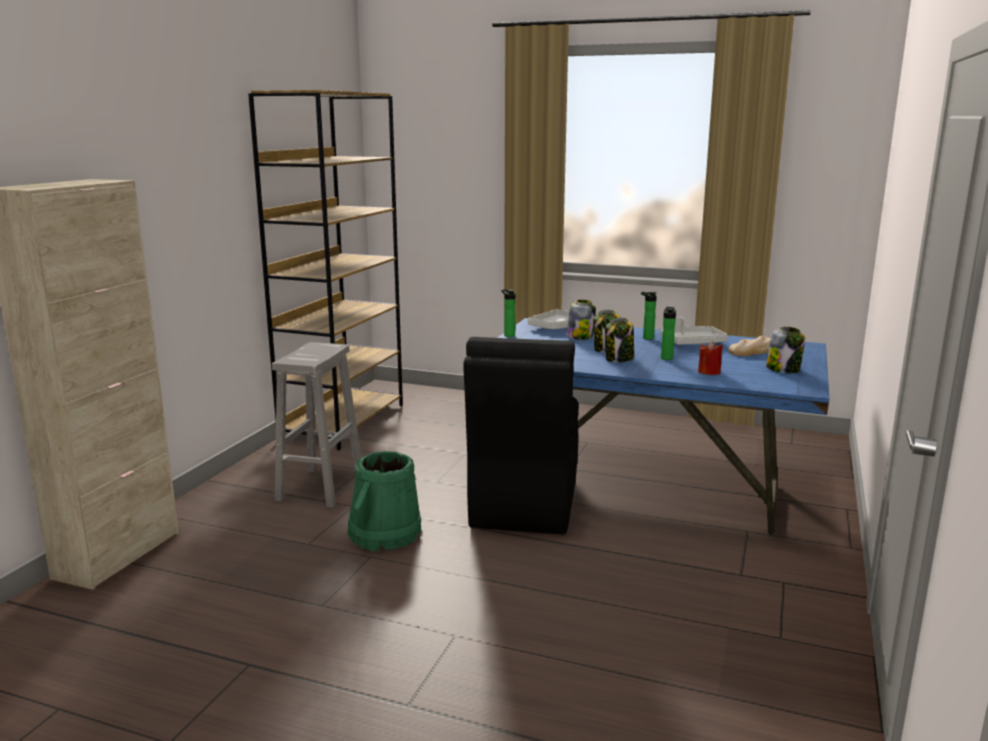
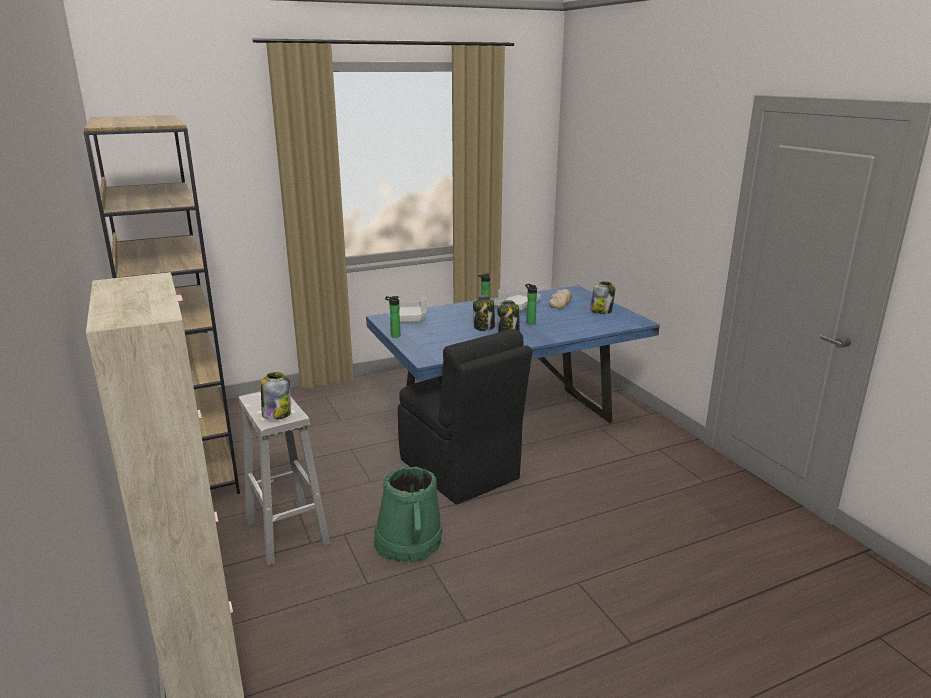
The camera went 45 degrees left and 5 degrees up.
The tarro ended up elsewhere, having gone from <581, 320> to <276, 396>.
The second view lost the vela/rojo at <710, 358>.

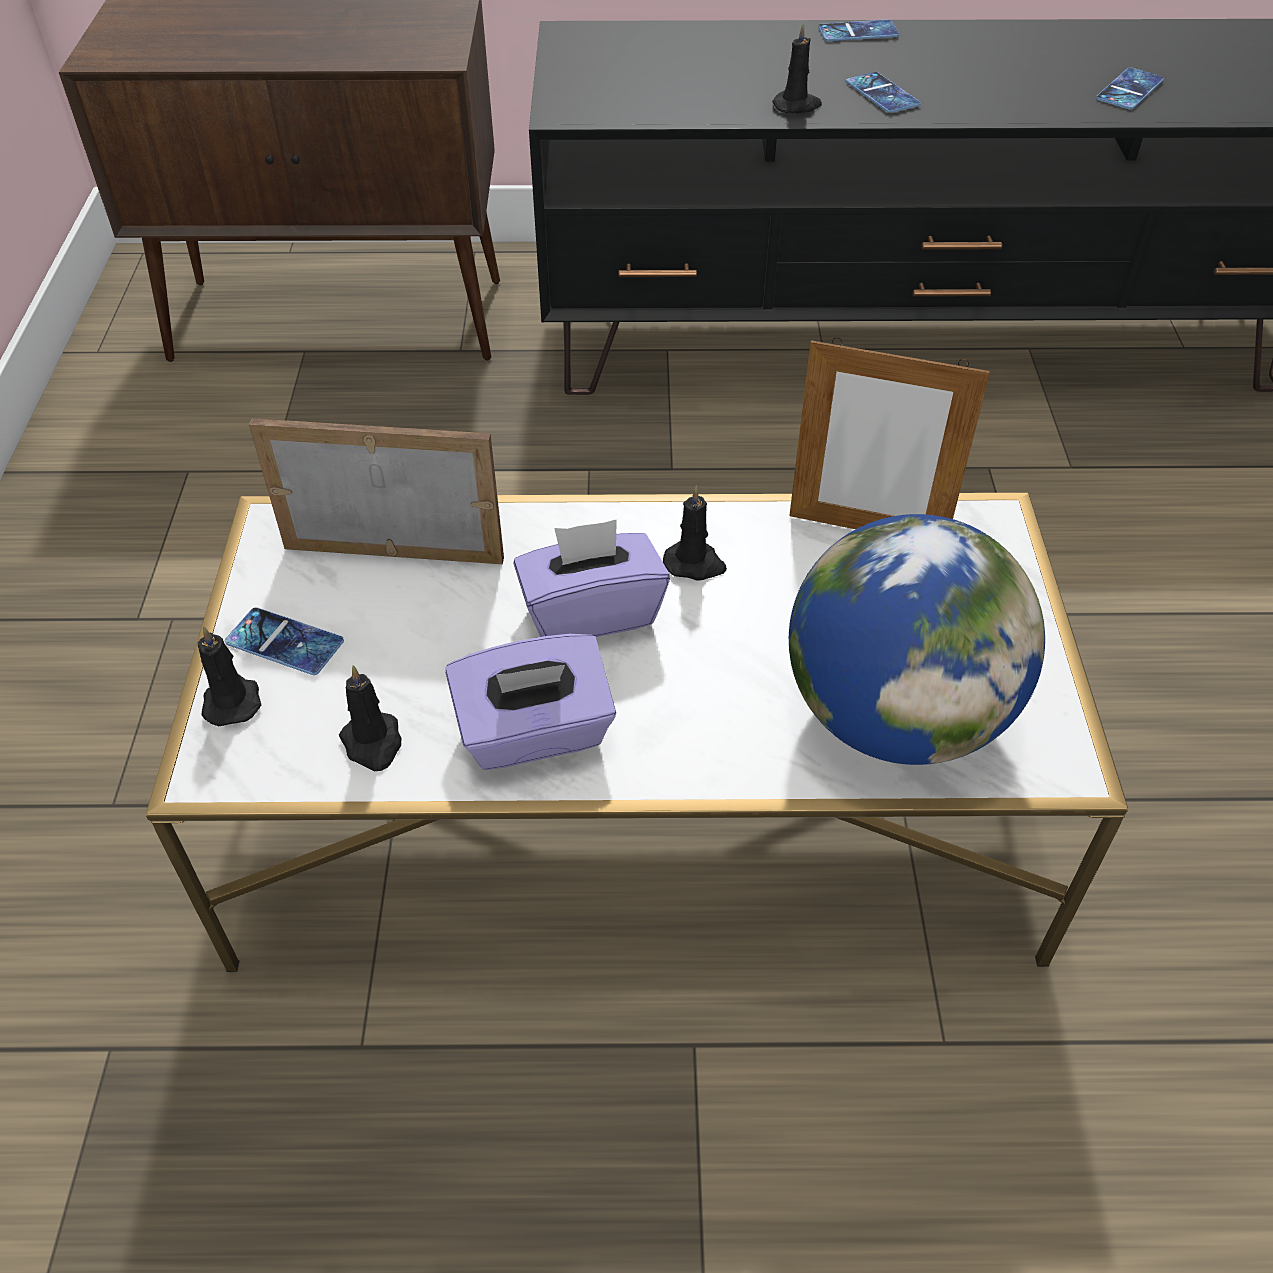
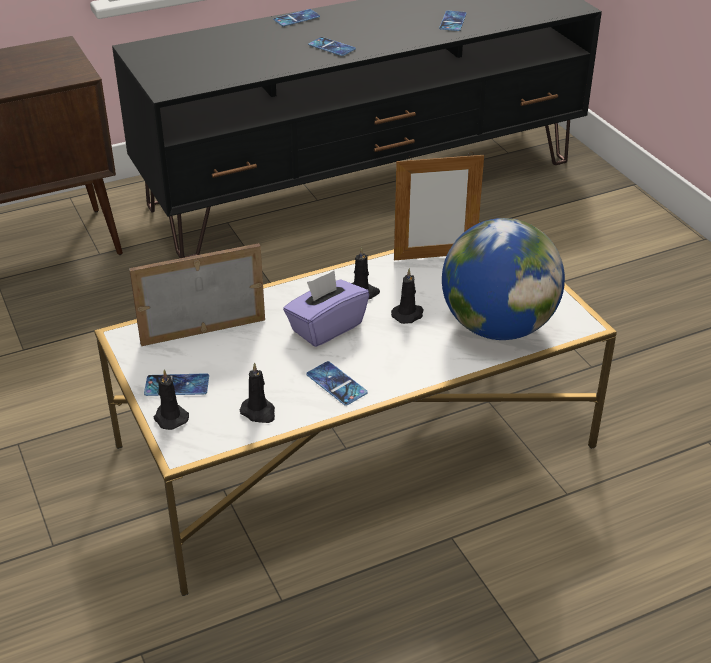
The camera went 25 degrees left and 10 degrees down.
Where the caja de pañuelos/morado stood at <531, 702>, the móvil came to stand at <337, 383>.
The vela/negro ended up elsewhere, having gone from <797, 68> to <407, 296>.

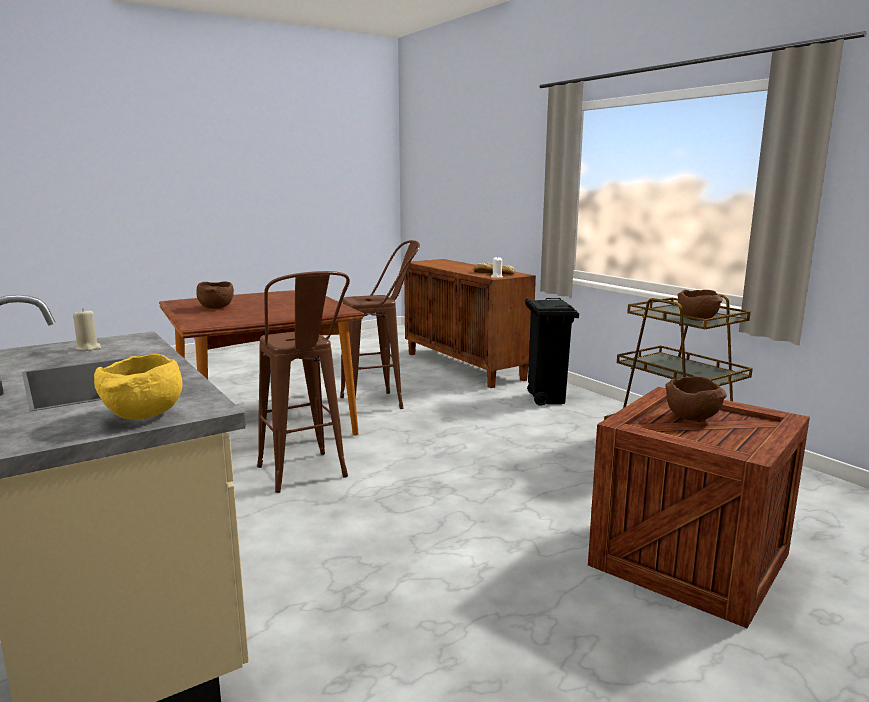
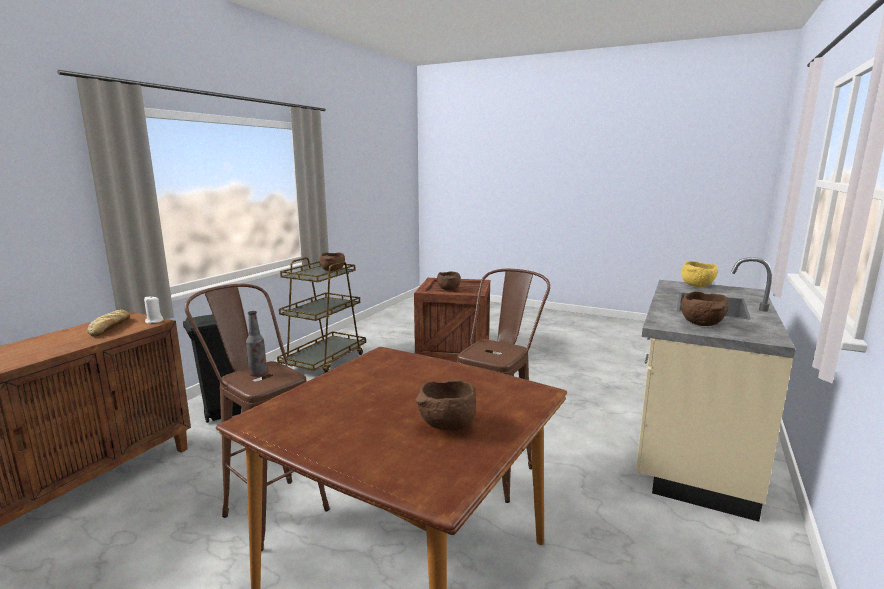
The camera went 120 degrees left and 0 degrees up.
The second view gained the botella at <256, 344>.
Where the vela/beis stood at <87, 329>, the cuenco/marrón came to stand at <704, 308>.

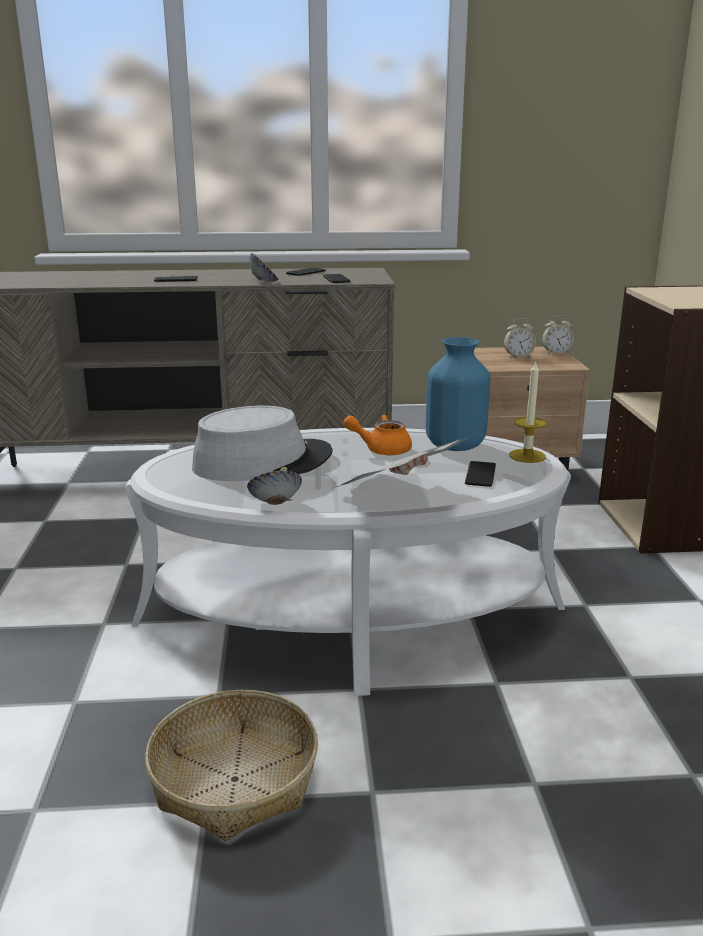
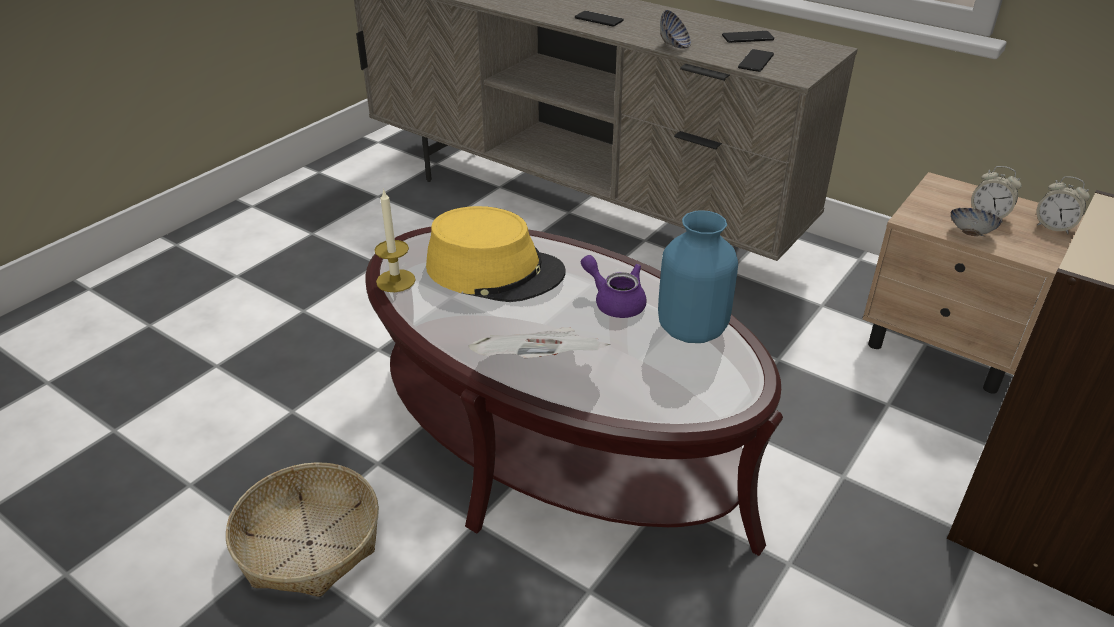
The camera went 40 degrees right and 15 degrees up.
What was the mesa de centro/blanco at <348, 562> turned into the mesa de centro/marrón at <574, 391>.
The vela ended up elsewhere, having gone from <527, 411> to <395, 240>.
What was the sombrero/gris at <262, 443> turned into the sombrero/amarillo at <496, 254>.
What was the tetera/naranja at <377, 435> turned into the tetera/morado at <614, 286>.
The cuenco ended up elsewhere, having gone from <274, 488> to <976, 222>.
The second view lost the móvil at <480, 474>.

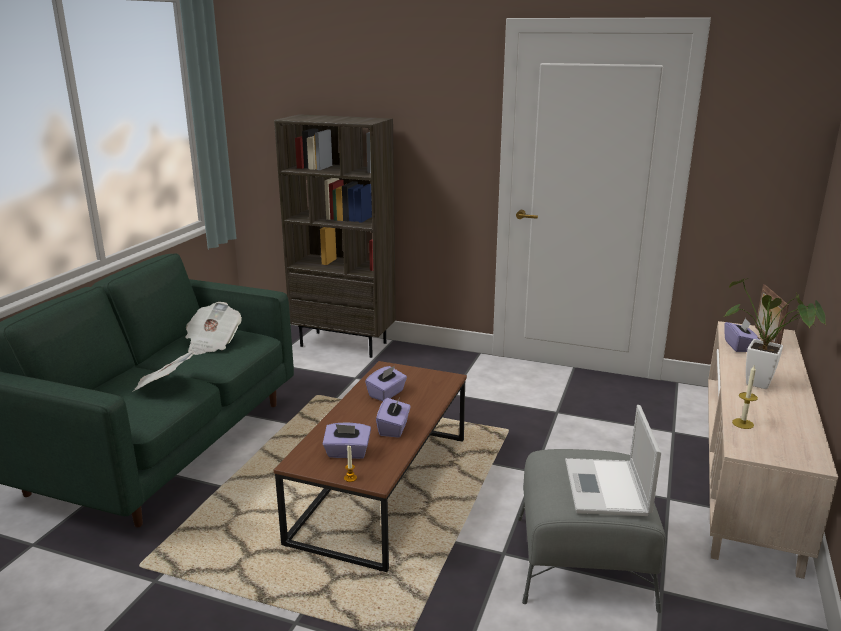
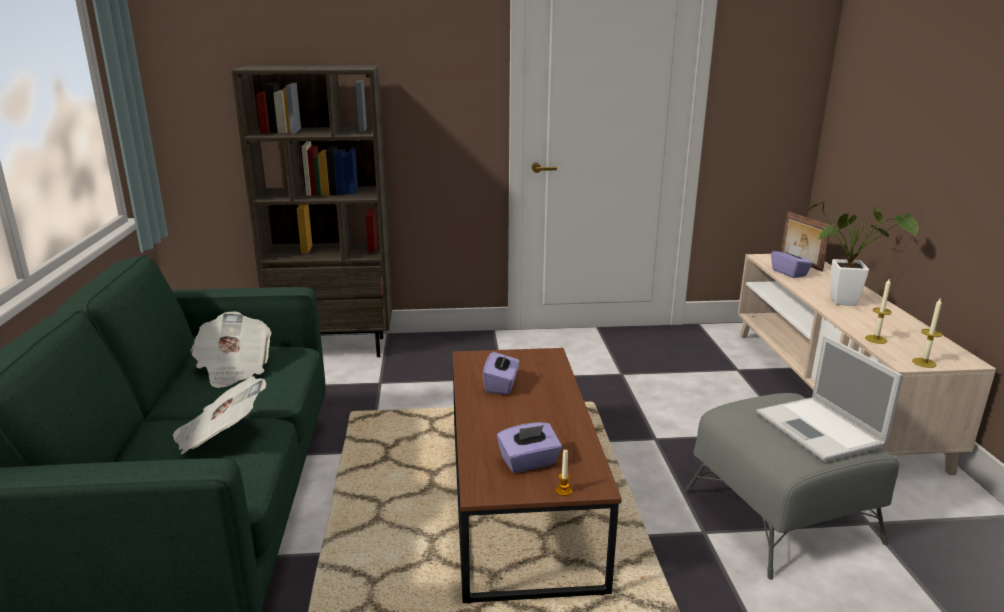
The camera went 25 degrees left and 0 degrees up.
The second view gained the vela at <927, 332>.
The second view lost the caja de pañuelos/morado at <393, 417>.

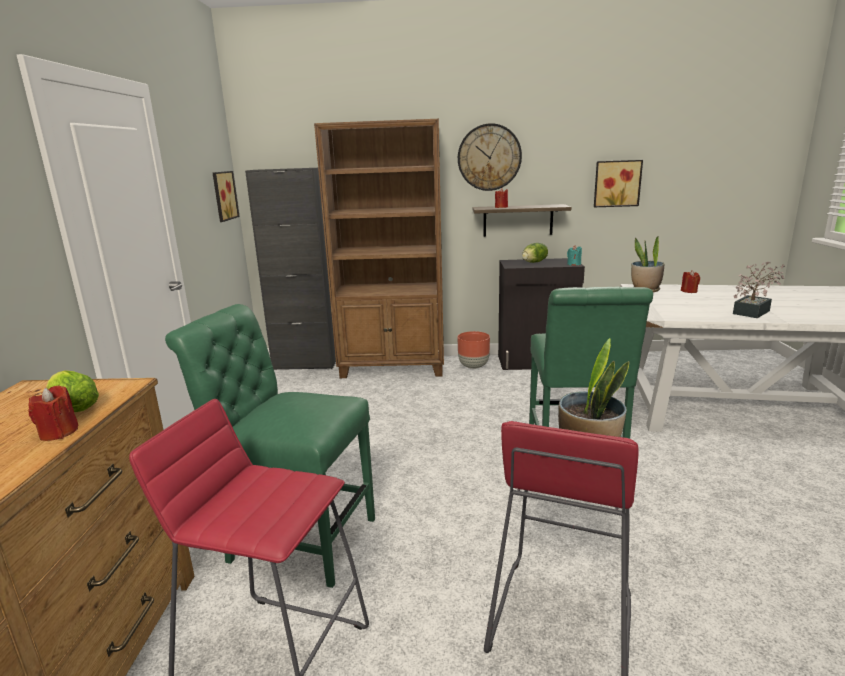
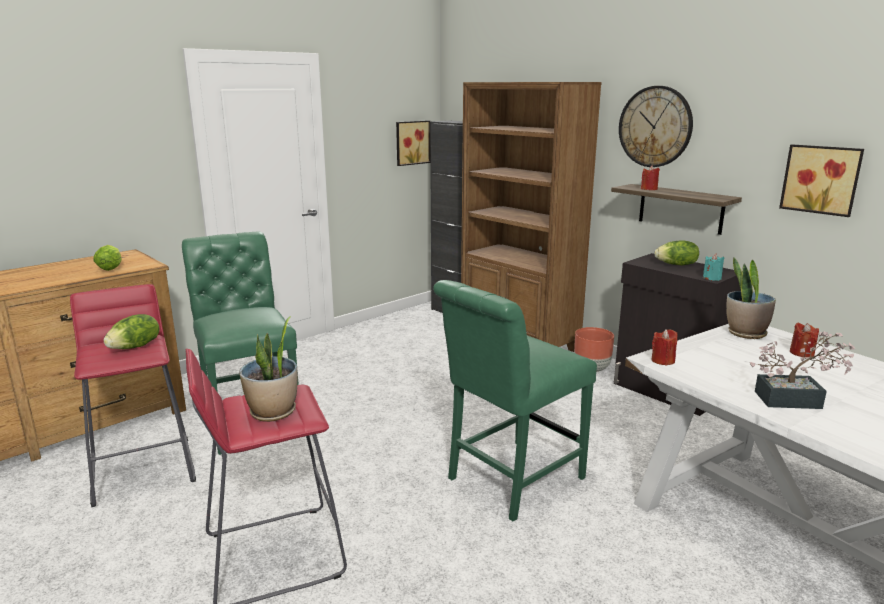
The camera went 45 degrees right and 0 degrees up.
The second view gained the lechuga at <131, 331>.
The vela/rojo ended up elsewhere, having gone from <53, 413> to <664, 347>.

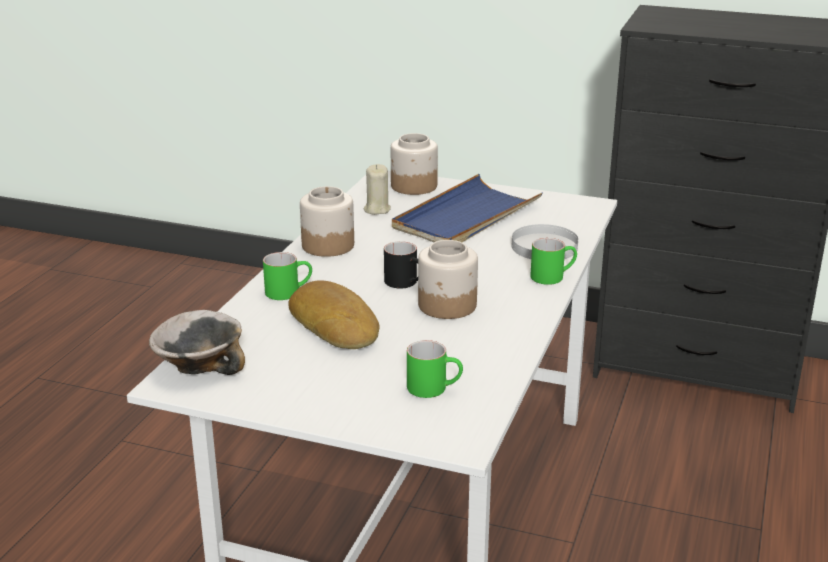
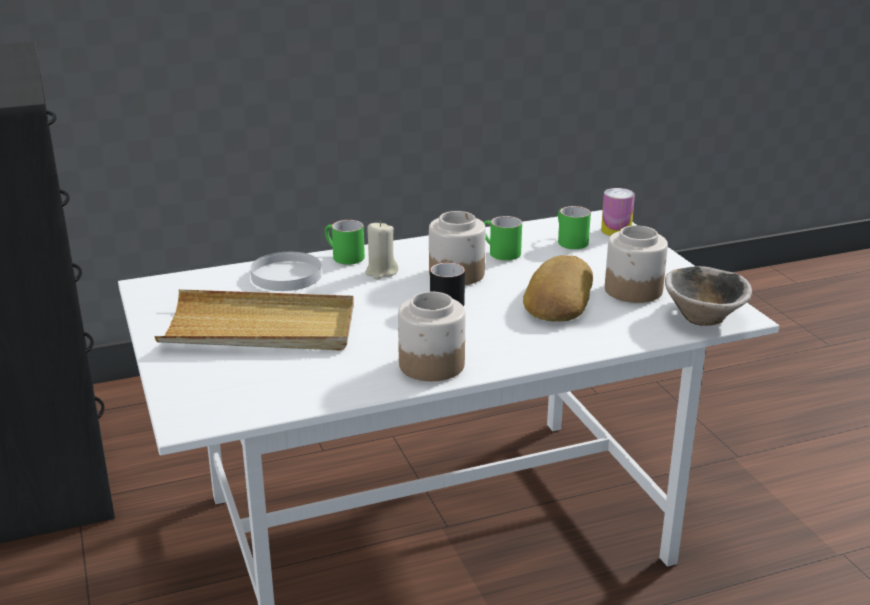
The camera went 130 degrees left and 0 degrees up.
What was the bandeja/azul at <467, 208> turned into the bandeja/beis at <254, 320>.
The vela/beis ended up elsewhere, having gone from <377, 189> to <381, 250>.
The taza grande/verde ended up elsewhere, having gone from <287, 276> to <502, 238>.
The second view gained the lata at <618, 212>.
The tarro ended up elsewhere, having gone from <414, 164> to <636, 264>.

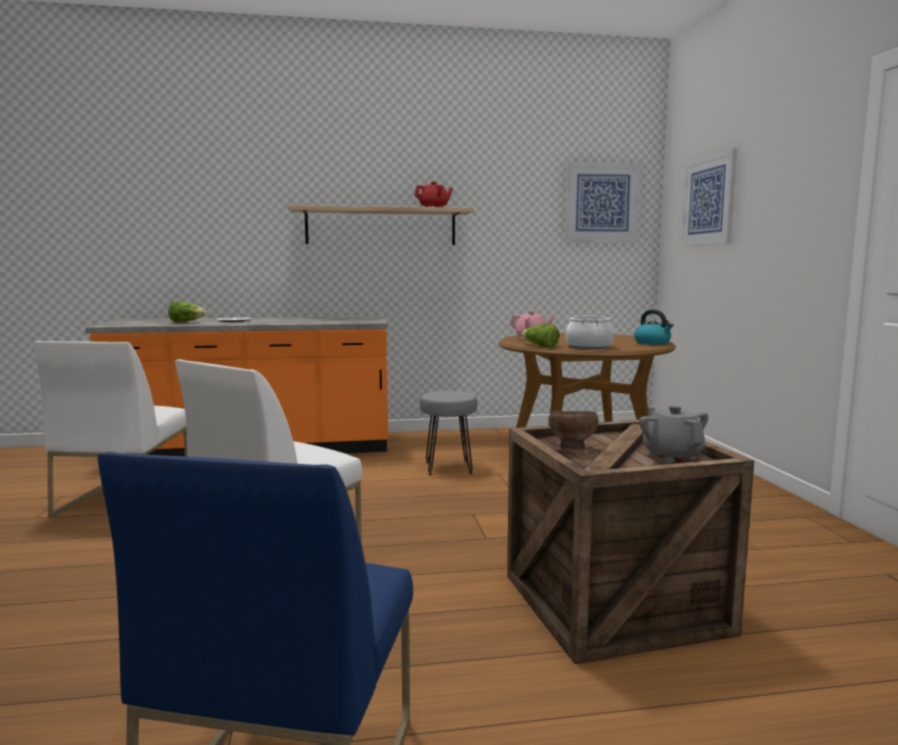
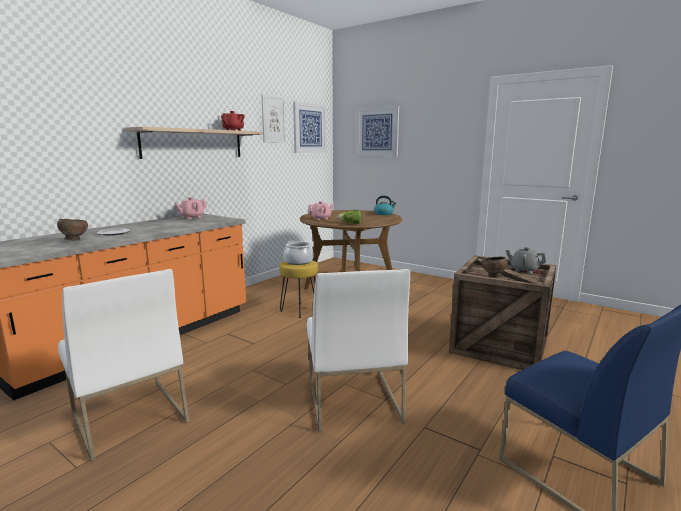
The camera went 45 degrees left and 5 degrees up.
Where the lechuga stood at <187, 311>, the cuenco/marrón came to stand at <72, 230>.
The second view gained the tetera/rosa at <191, 208>.
The second view gained the cuadro at <273, 118>.
What was the taburete/gris at <448, 433> turned into the taburete/amarillo at <299, 289>.
The olla ended up elsewhere, having gone from <589, 332> to <298, 252>.

